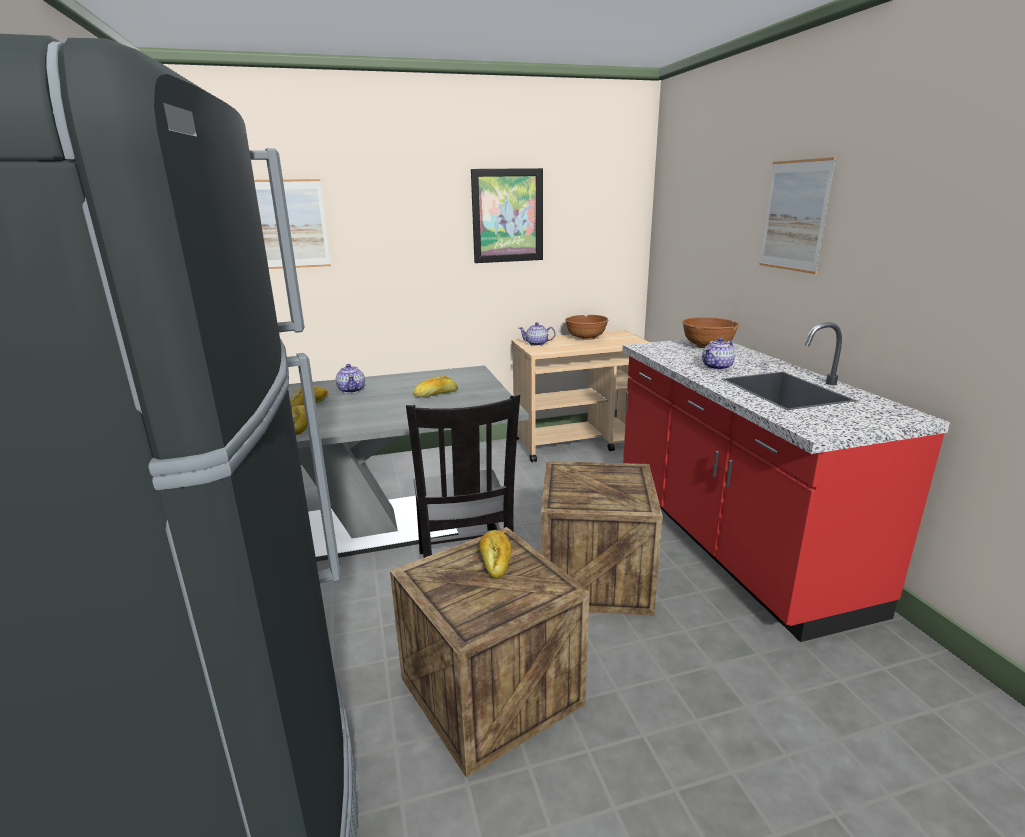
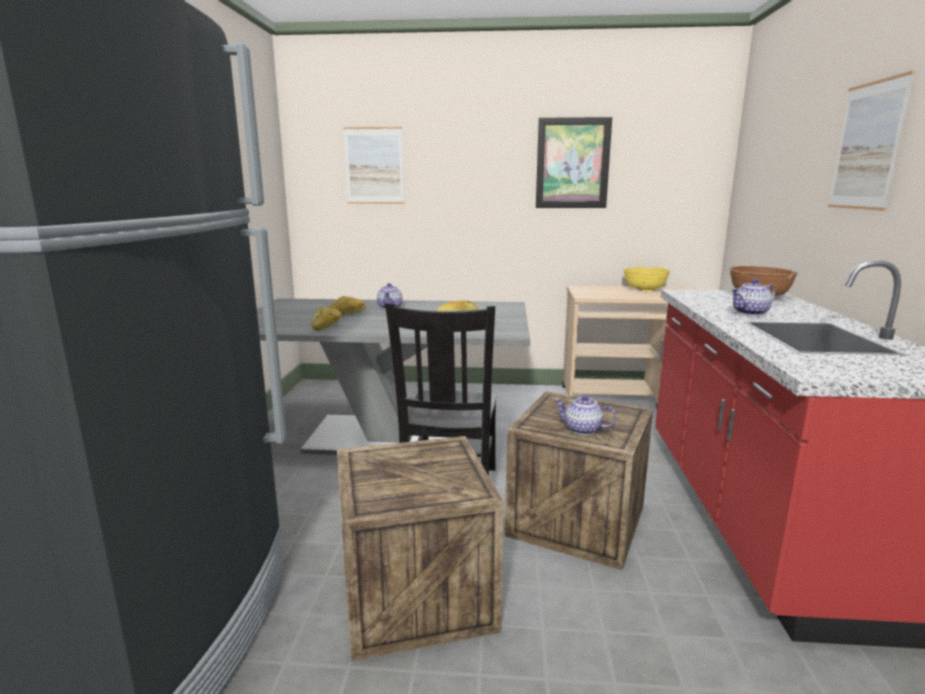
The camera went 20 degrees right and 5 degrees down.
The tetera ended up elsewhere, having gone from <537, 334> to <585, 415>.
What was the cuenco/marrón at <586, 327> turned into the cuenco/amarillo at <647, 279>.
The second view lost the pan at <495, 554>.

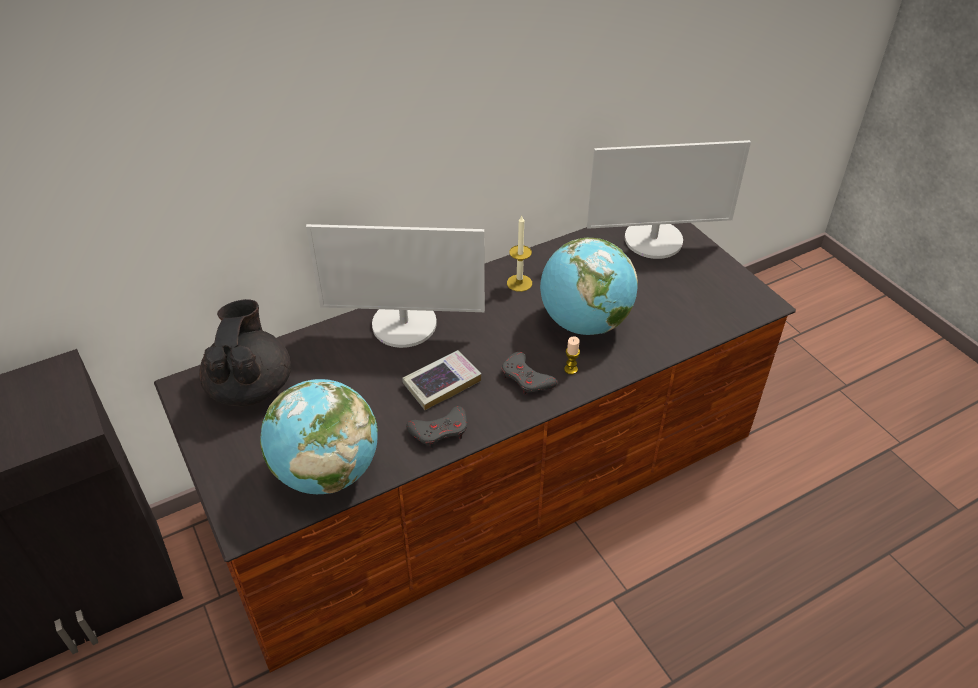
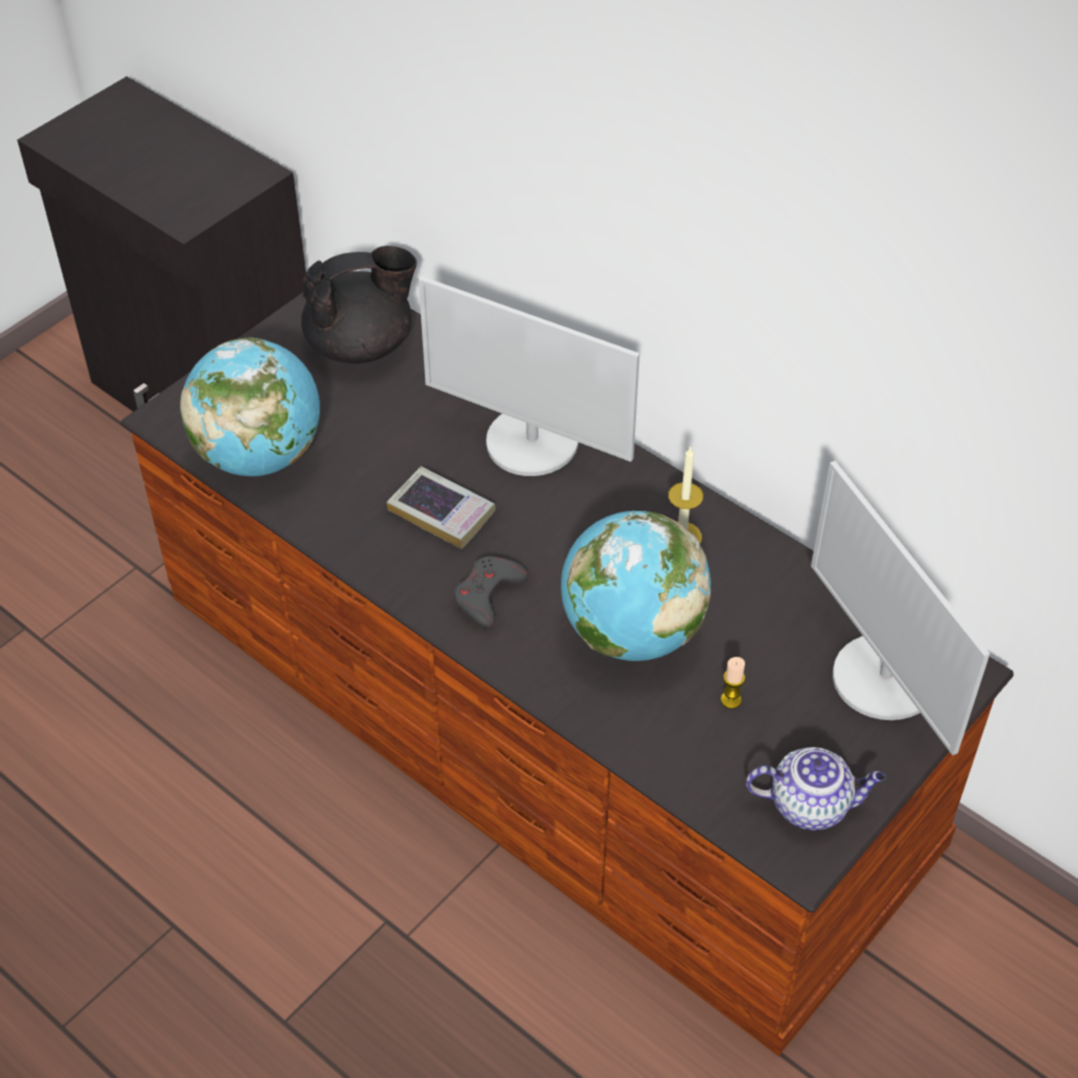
The camera went 70 degrees right and 5 degrees up.
The monitor at <395, 286> ended up facing another way, 45 degrees counterclockwise from before.
The vela ended up elsewhere, having gone from <572, 355> to <733, 683>.
The second view gained the tetera at <815, 788>.
The second view lost the mando de consola/gris at <436, 427>.

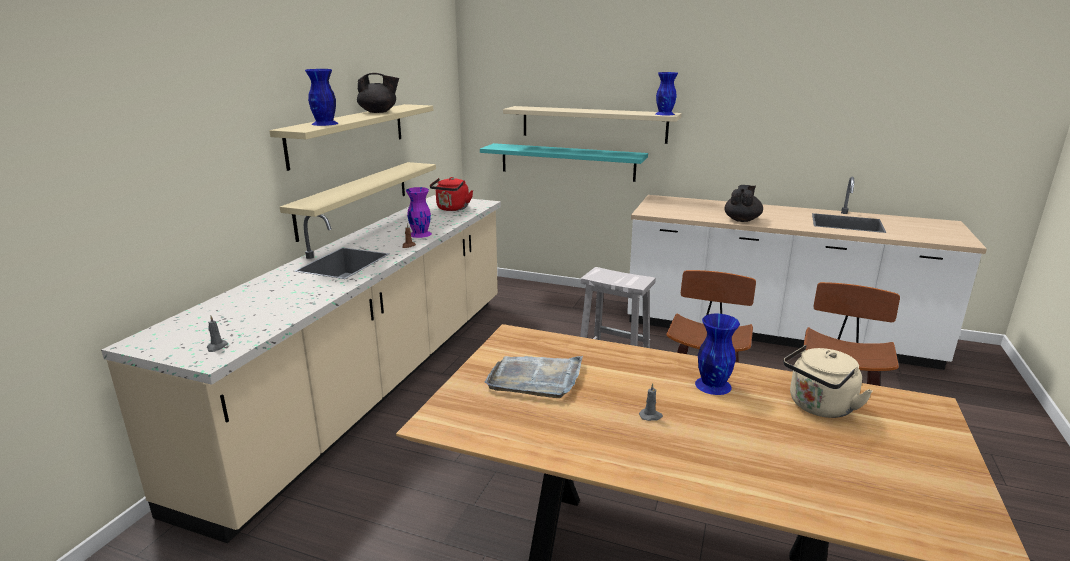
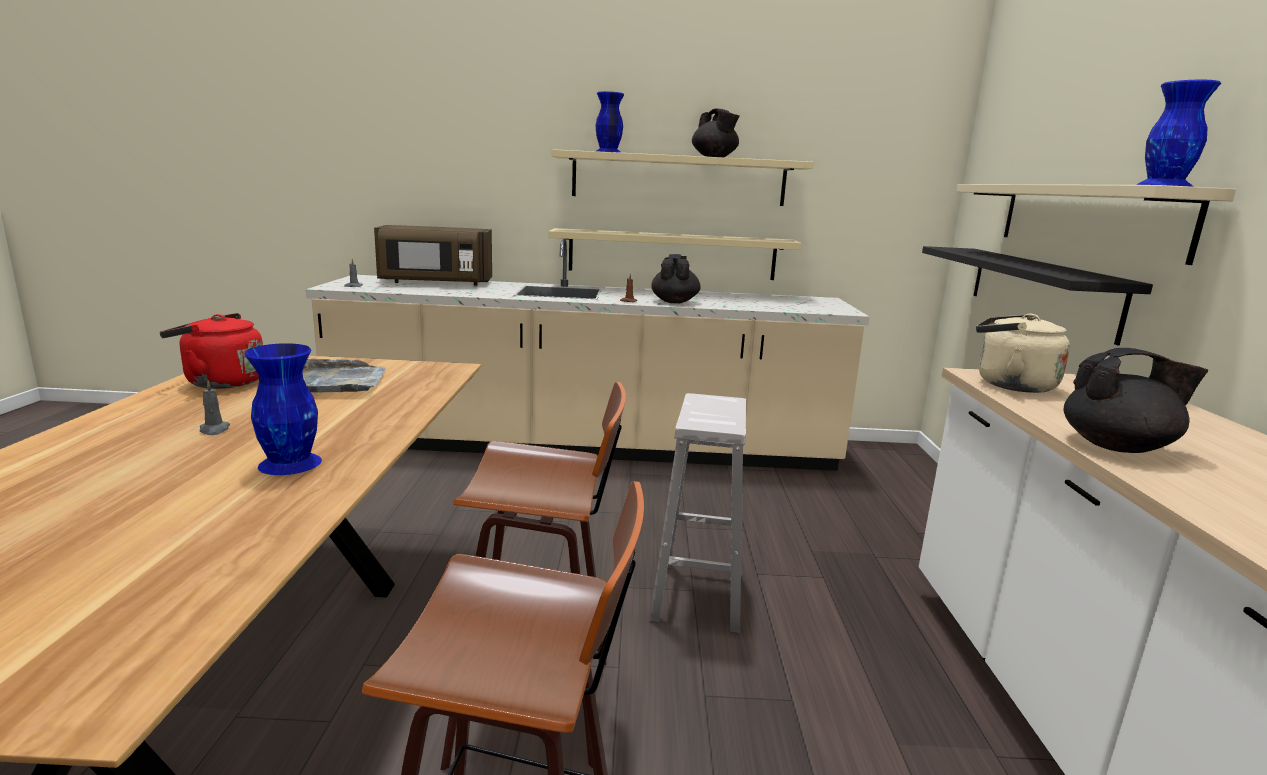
The camera went 70 degrees right and 5 degrees down.
The hervidor/rojo ended up elsewhere, having gone from <451, 194> to <211, 351>.
The second view gained the microondas/marrón at <433, 255>.
Where the florero/morado stood at <419, 212>, the tetera/negro came to stand at <676, 278>.
What was the estante/turquesa at <564, 162> turned into the estante/negro at <1037, 295>.
The hervidor/beis ended up elsewhere, having gone from <828, 381> to <1023, 353>.

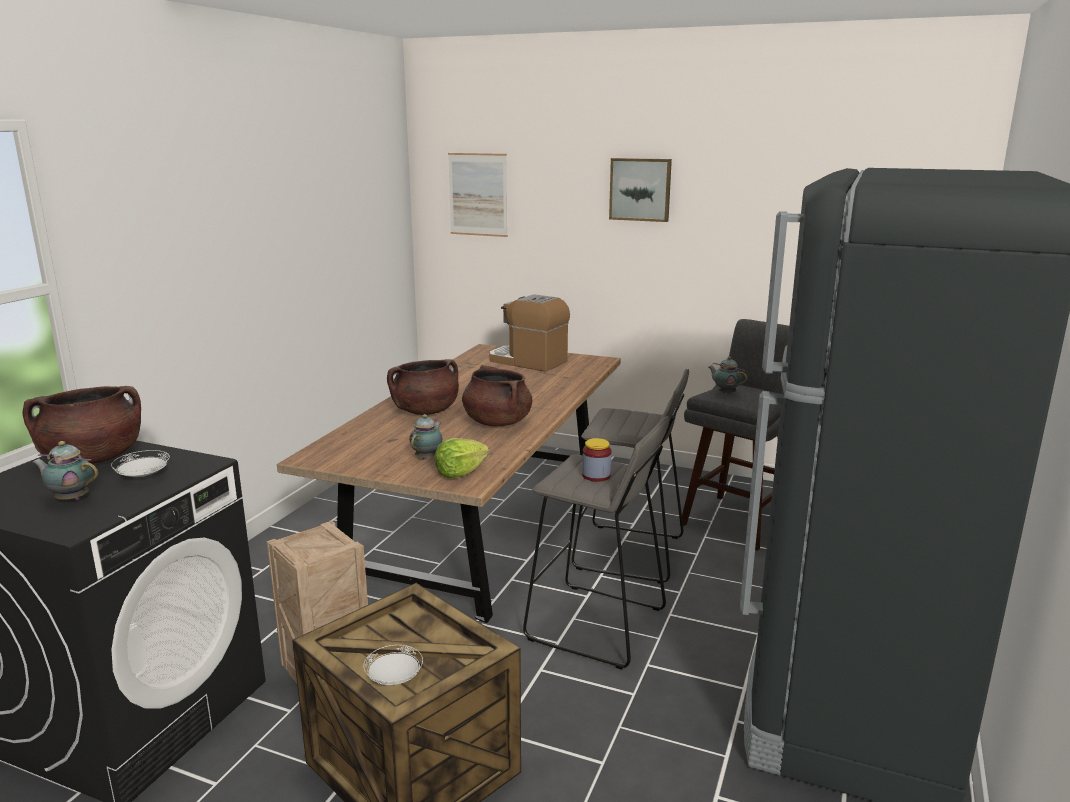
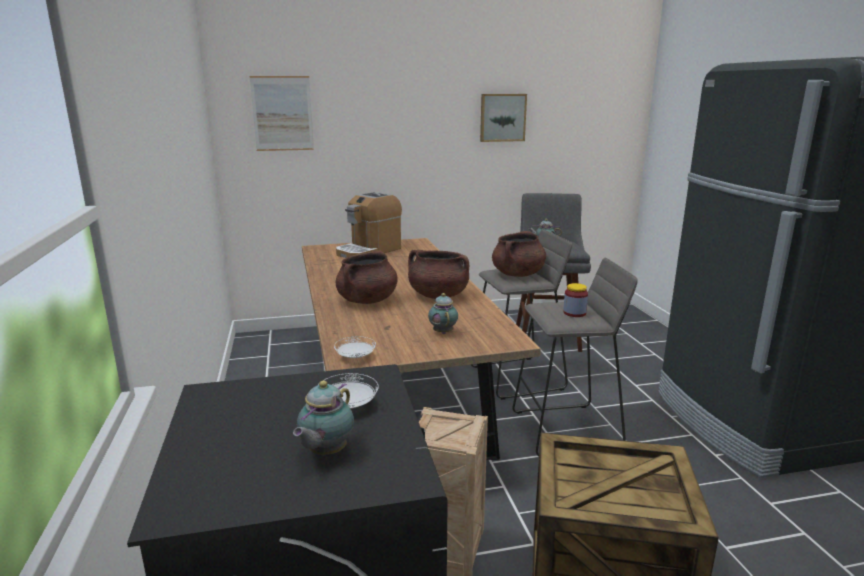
The camera went 35 degrees left and 0 degrees up.
The tetera at <65, 470> ended up facing another way, 45 degrees counterclockwise from before.
The plato/blanco ended up elsewhere, having gone from <393, 665> to <355, 347>.
The cafetera at <530, 333> ended up facing another way, 45 degrees counterclockwise from before.
The cuadro ended up elsewhere, having gone from <640, 190> to <503, 118>.
The olla/marrón ended up elsewhere, having gone from <82, 425> to <519, 254>.
The second view lost the lechuga at <462, 458>.

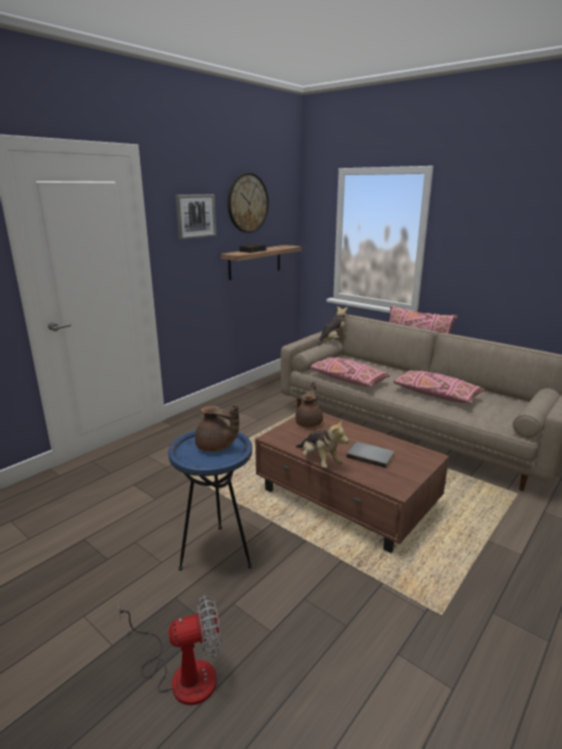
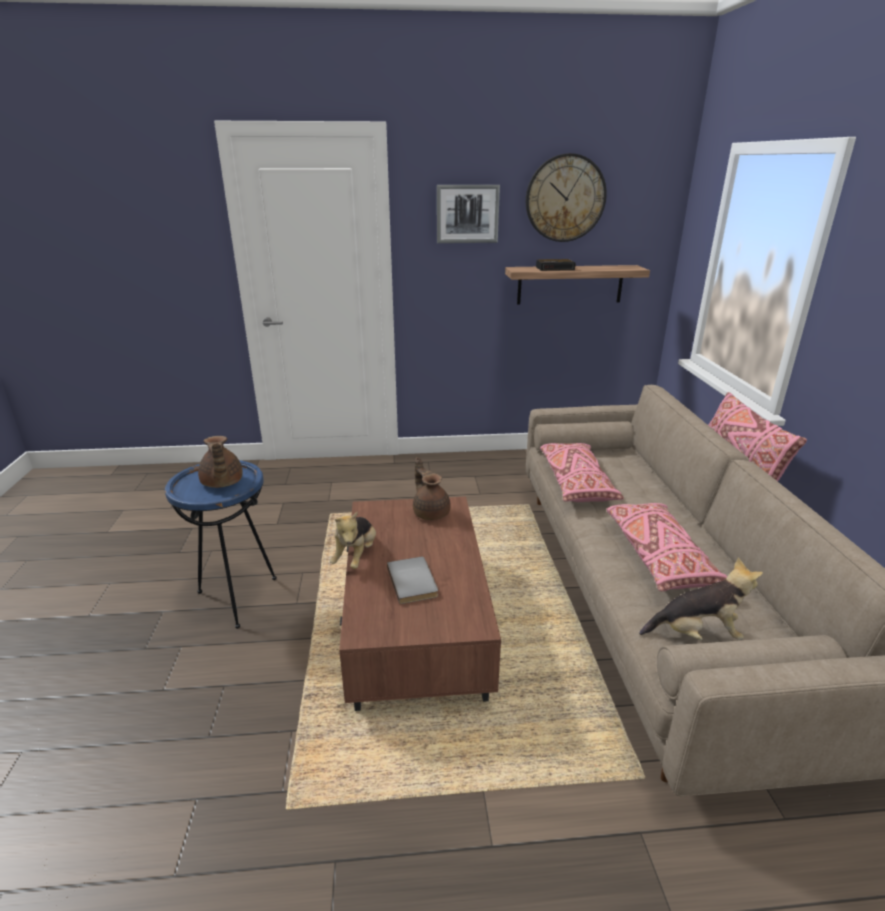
The camera went 45 degrees right and 5 degrees up.
The tetera/marrón at <309, 404> ended up facing another way, 90 degrees counterclockwise from before.
The peluche ended up elsewhere, having gone from <332, 326> to <701, 599>.
The second view lost the ventilador at <169, 650>.

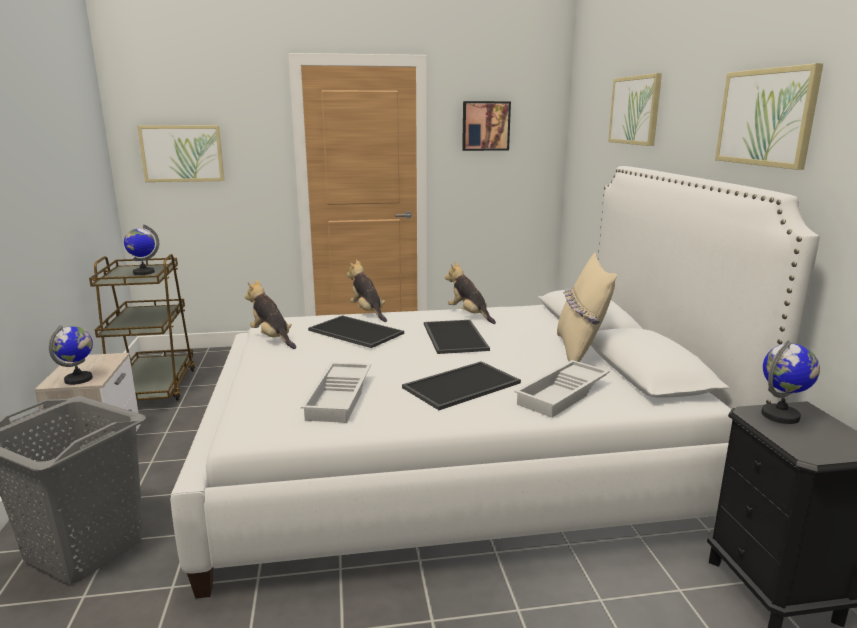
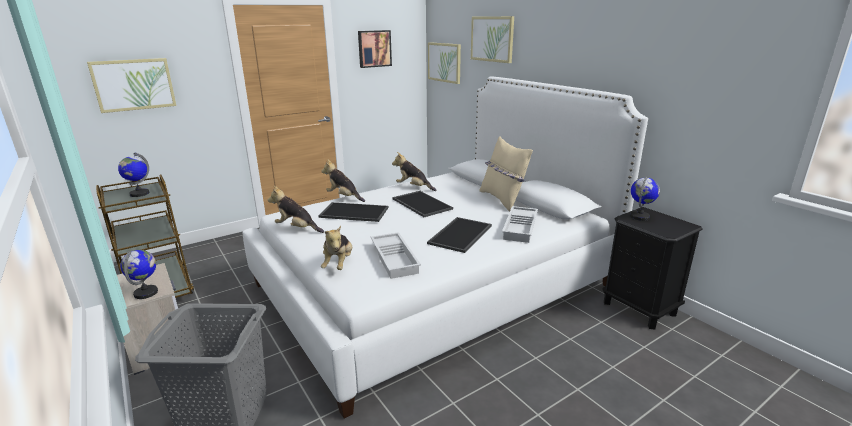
The camera went 25 degrees left and 5 degrees up.
The second view gained the peluche at <336, 248>.
The cuadro ended up elsewhere, having gone from <769, 116> to <444, 63>.

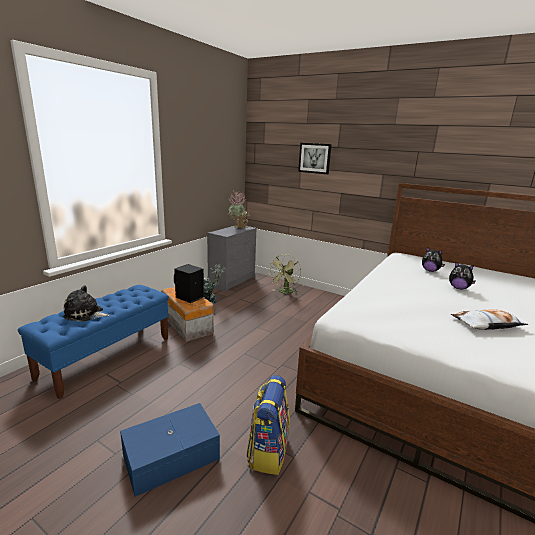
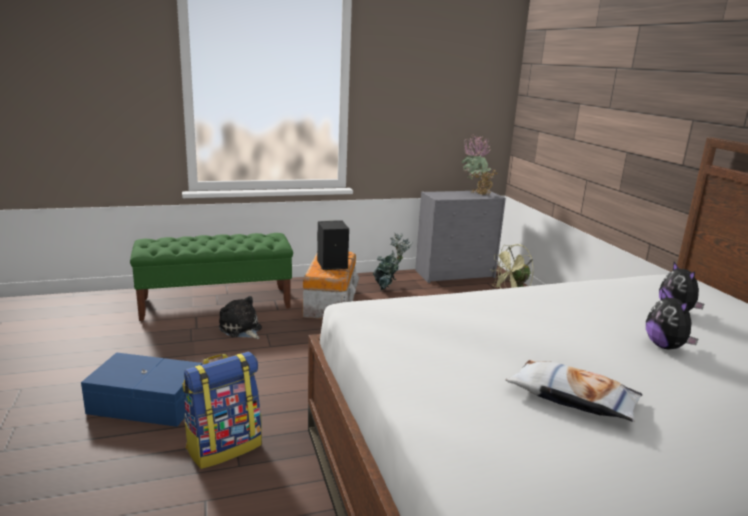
The camera went 40 degrees right and 0 degrees up.
What was the banco/azul at <93, 342> turned into the banco/verde at <211, 277>.
The peluche ended up elsewhere, having gone from <86, 303> to <240, 317>.
The second view lost the cuadro at <315, 158>.

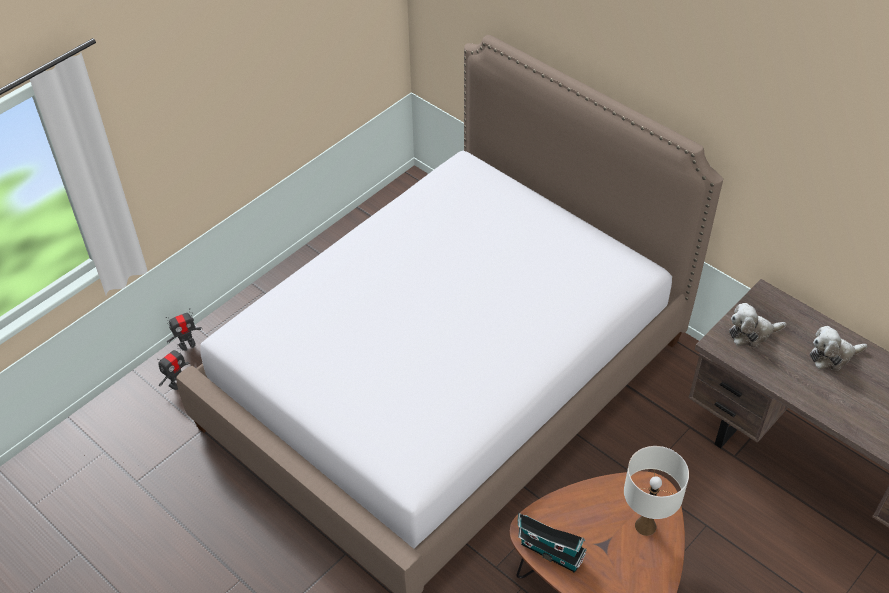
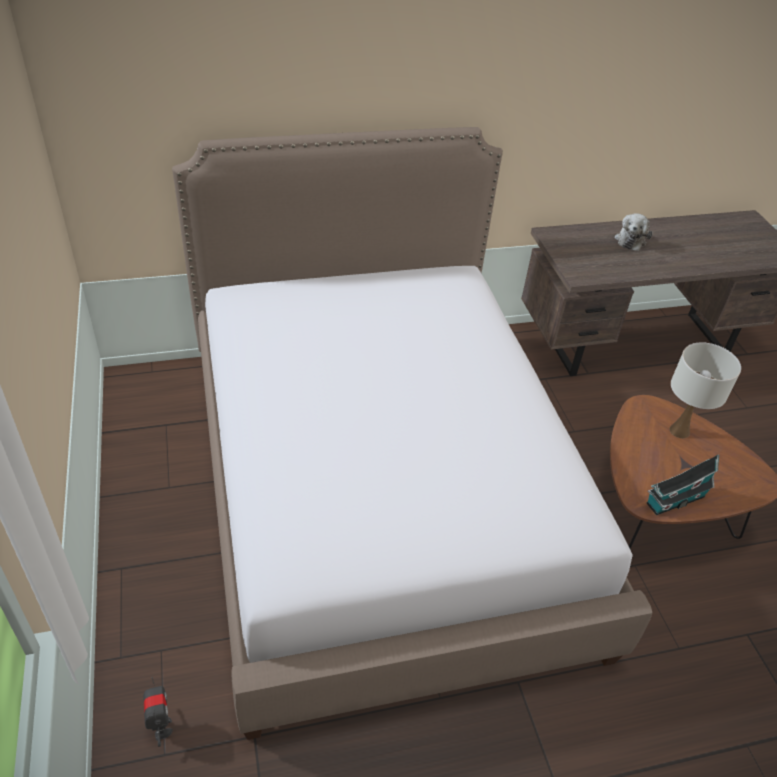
The camera went 60 degrees left and 5 degrees down.
The second view lost the robot de juguete at <184, 329>.
The second view lost the peluche at <757, 325>.

